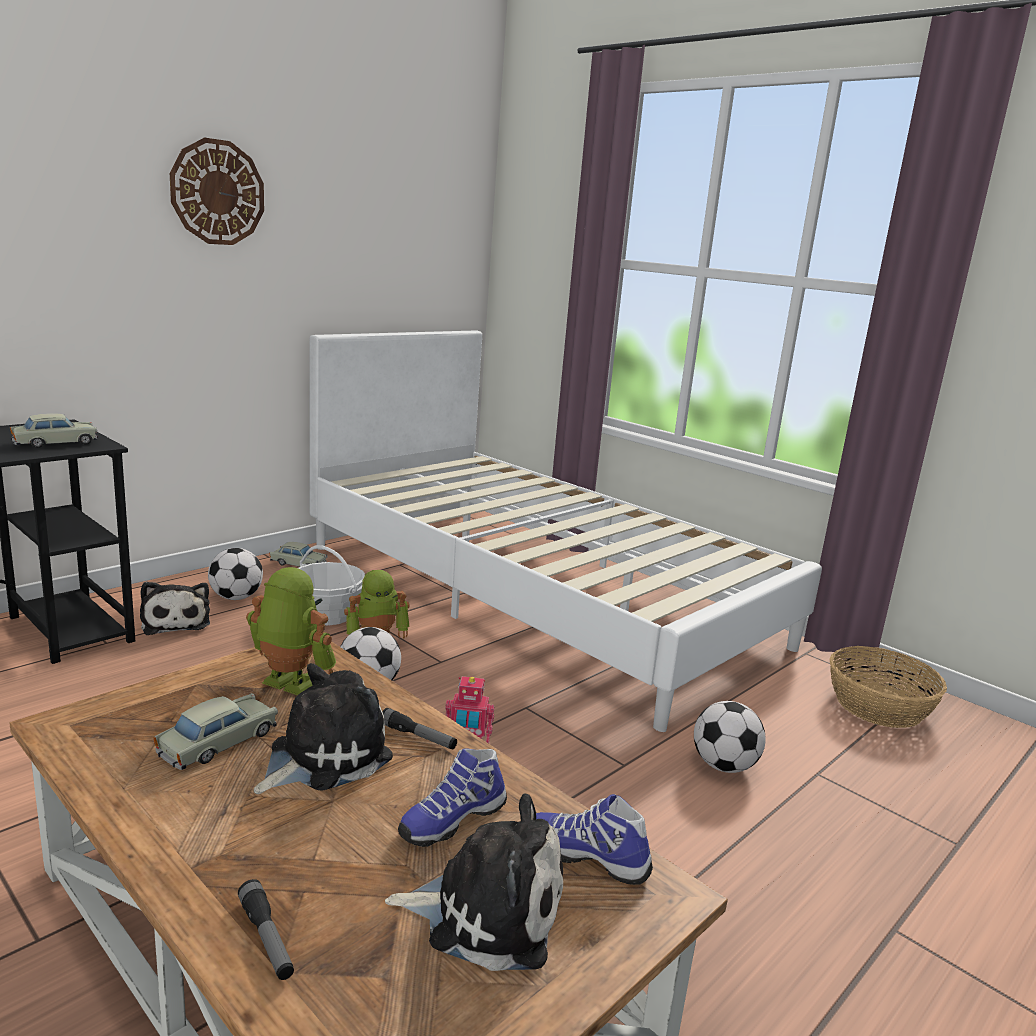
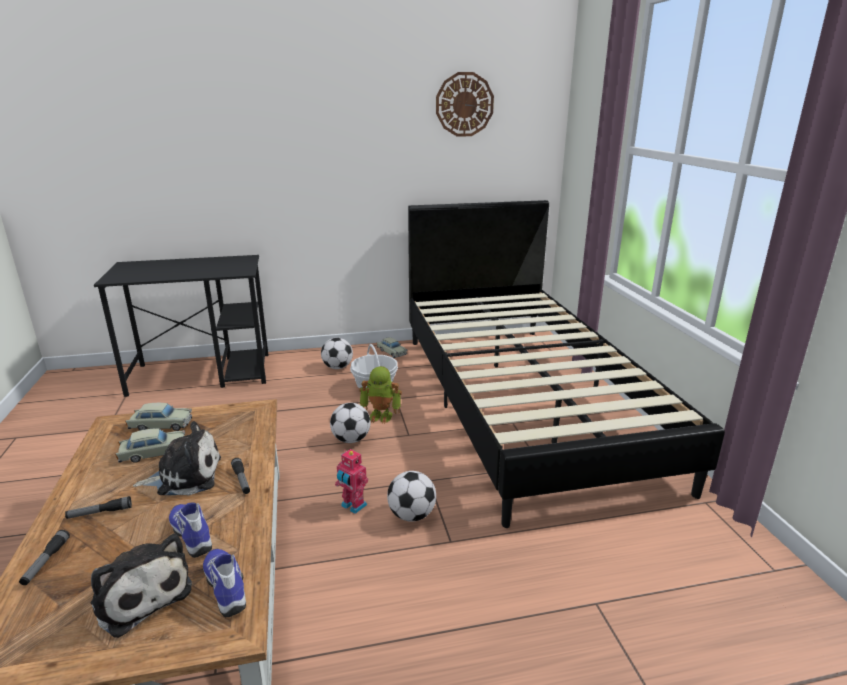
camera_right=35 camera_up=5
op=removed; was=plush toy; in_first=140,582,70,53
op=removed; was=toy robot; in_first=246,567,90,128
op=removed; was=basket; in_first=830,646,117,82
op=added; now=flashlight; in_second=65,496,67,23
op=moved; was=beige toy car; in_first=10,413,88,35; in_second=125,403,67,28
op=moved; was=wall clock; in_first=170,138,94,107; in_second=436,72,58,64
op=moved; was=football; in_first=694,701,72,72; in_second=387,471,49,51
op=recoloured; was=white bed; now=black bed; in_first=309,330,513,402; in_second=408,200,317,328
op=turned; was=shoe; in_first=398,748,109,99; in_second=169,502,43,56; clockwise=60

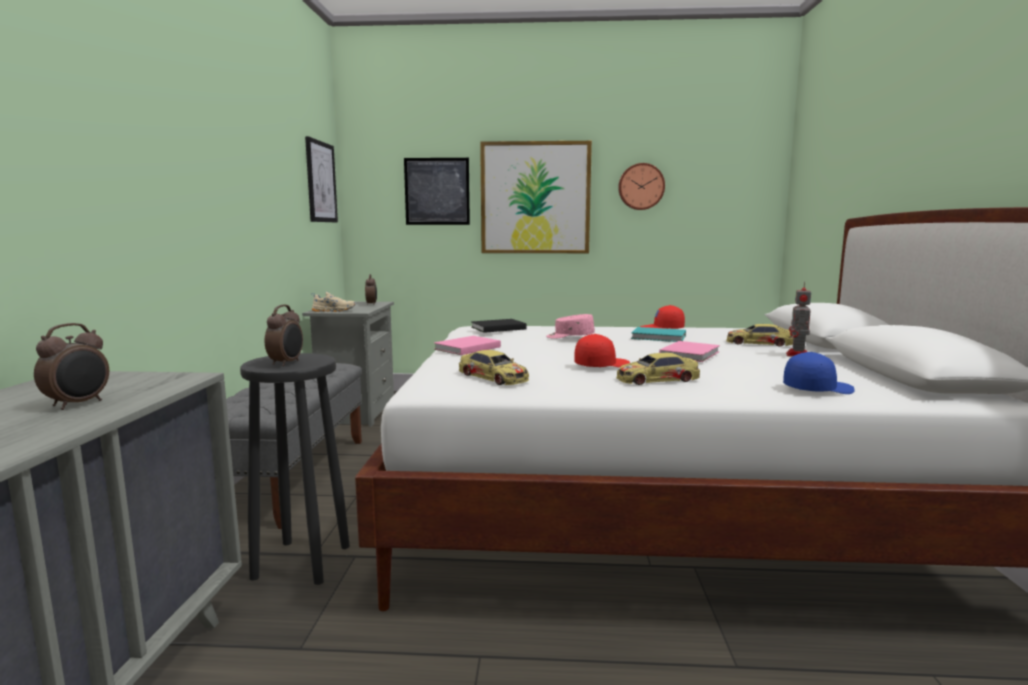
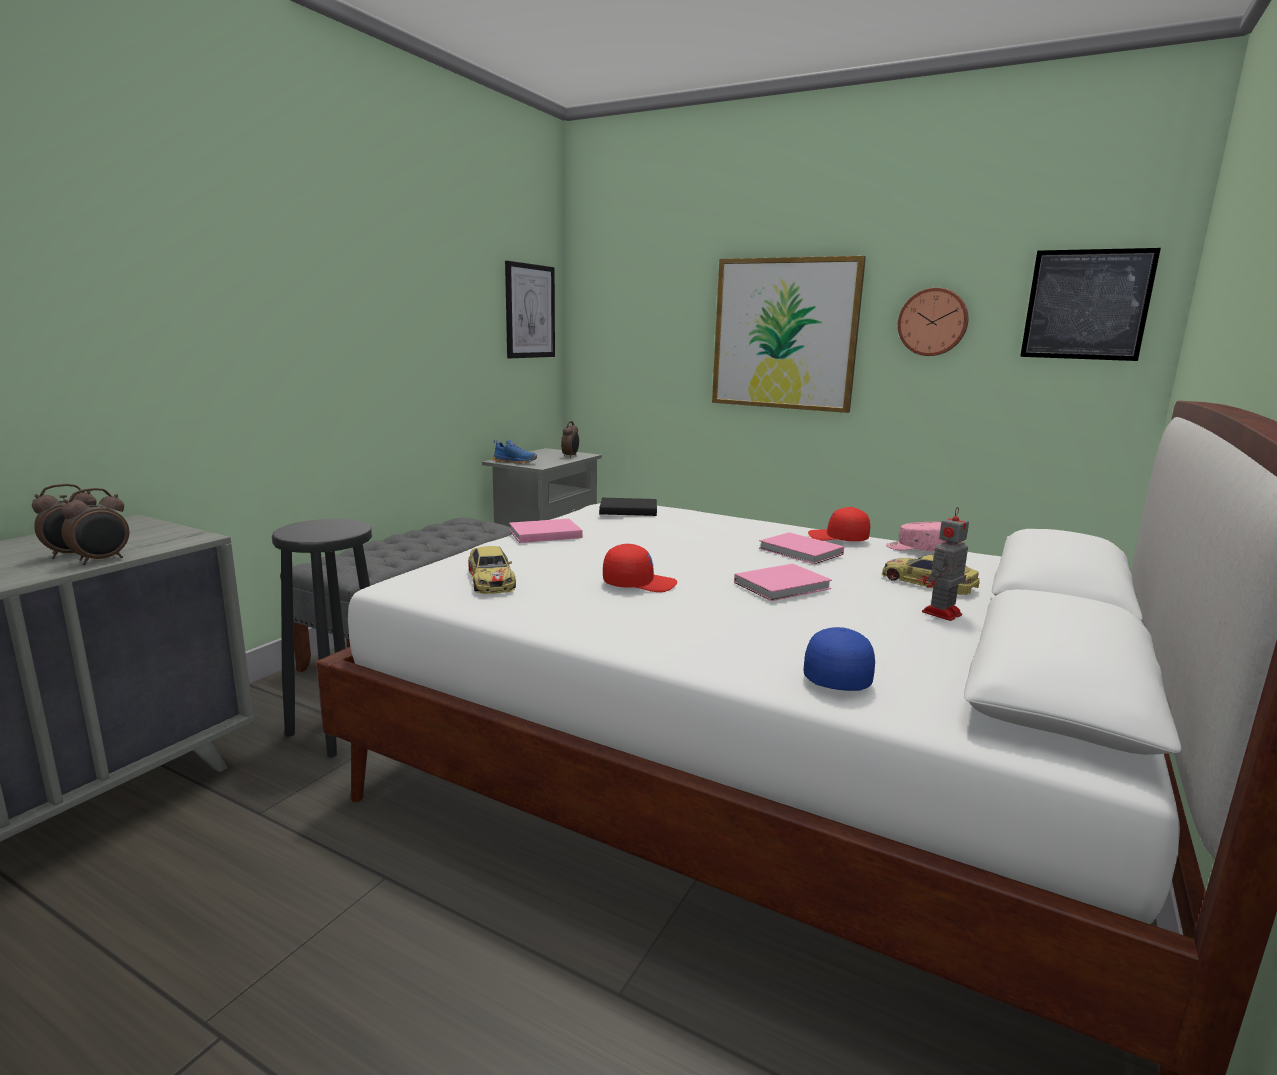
camera_right=25 camera_up=5
op=removed; was=toy car; in_first=616,353,84,32
op=moved; was=alarm clock; in_first=265,305,38,61; in_second=61,488,68,77
op=moved; was=picture; in_first=404,158,66,67; in_second=1020,248,141,113
op=moved; was=pink cap; in_first=546,314,49,25; in_second=886,522,60,30
op=recoloured; was=beige shoe; now=blue shoe; in_first=311,292,44,20; in_second=493,440,44,24
op=recoloured; was=turquoise book; now=pink book; in_first=631,327,55,15; in_second=759,532,85,32
op=turned; was=blue cap; in_first=783,352,72,42; in_second=804,627,71,64; clockwise=-90

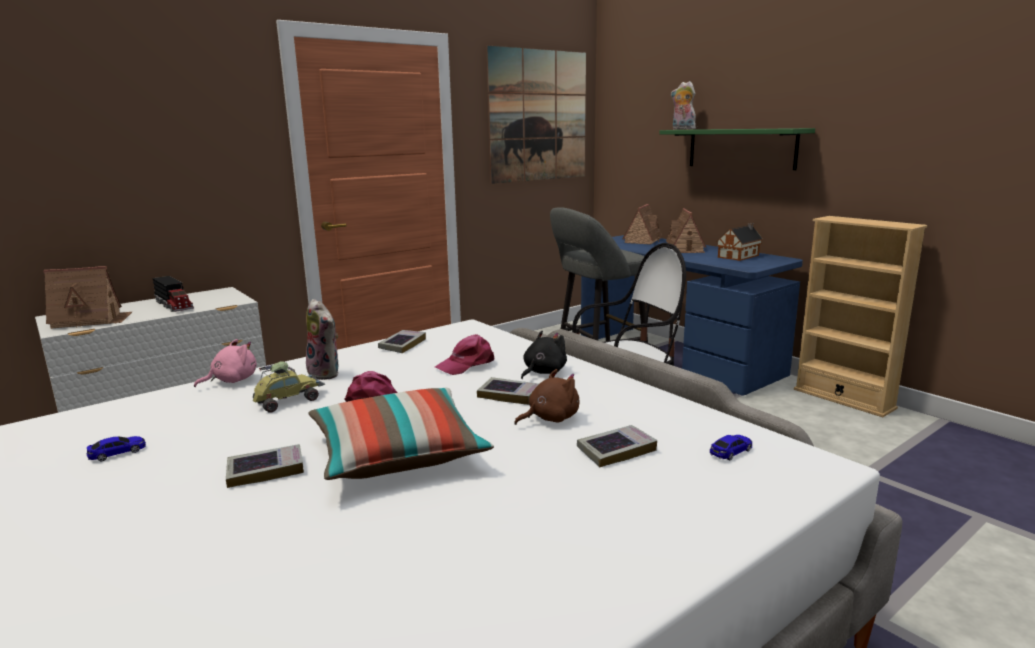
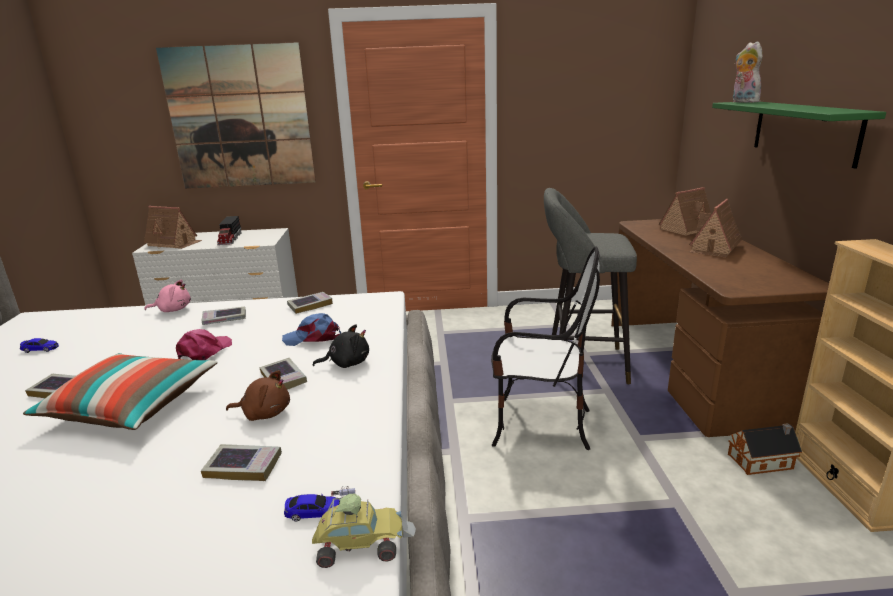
camera_right=35 camera_up=5
op=moved; was=toy car; in_first=253,361,72,52; in_second=312,486,104,82
op=moved; was=picture; in_first=486,45,100,139; in_second=156,42,160,147
op=moved; was=toy house; in_first=717,223,46,38; in_second=728,423,74,52
op=replaced; was=plush toy; now=book; in_first=306,299,32,81; in_second=202,307,44,18
op=recoloured; was=pink cap; now=blue cap; in_first=435,334,59,41; in_second=282,313,59,33
op=recoloured; was=blue desk; now=brown desk; in_first=581,235,222,161; in_second=611,219,218,218

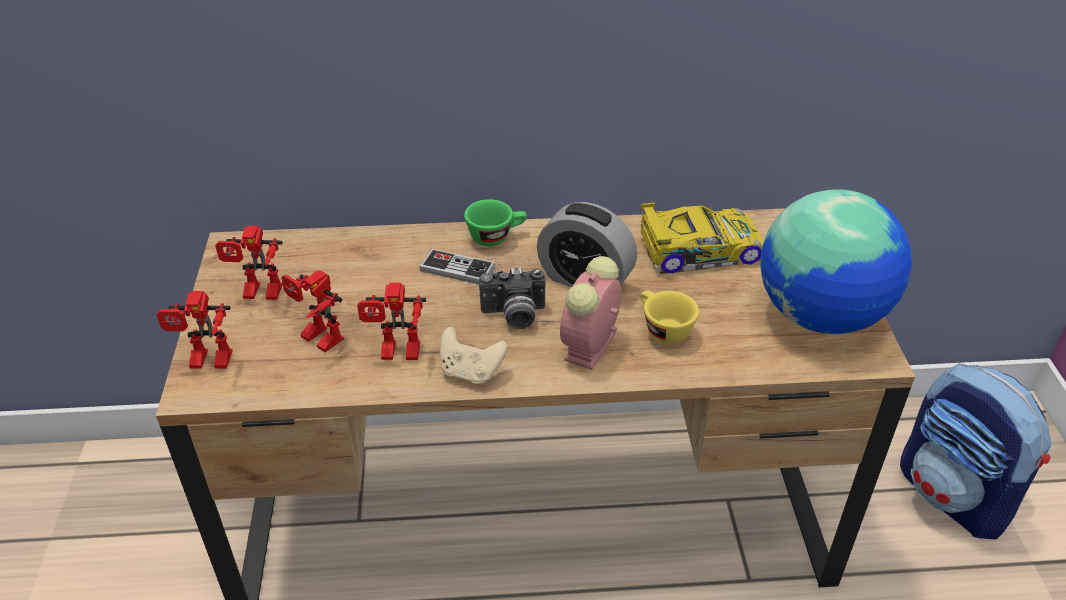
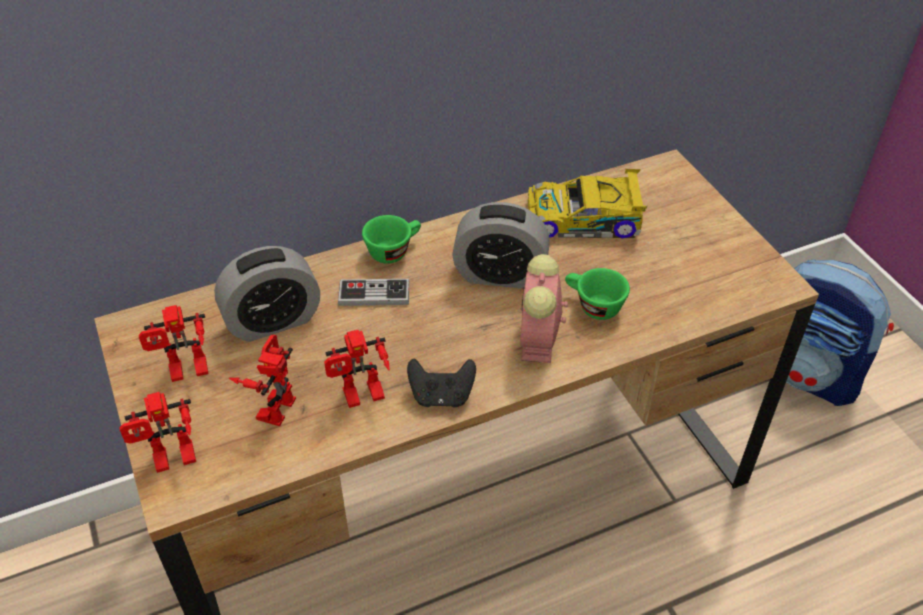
camera_right=-20 camera_up=5
op=removed; was=photo camera; in_first=479,267,66,62
op=removed; was=globe; in_first=760,189,152,145
op=added; now=alarm clock; in_second=214,246,106,96
op=recoloured; was=beige game controller; now=black game controller; in_first=440,327,68,57; in_second=407,358,69,50
op=recoloured; was=yellow cup; now=green cup; in_first=640,291,59,53; in_second=565,268,65,52
op=turned; was=toy robot; in_first=281,270,63,82; in_second=229,335,67,91; clockwise=90
op=turned; was=toy car; in_first=640,202,124,72; in_second=528,169,119,69; clockwise=-150

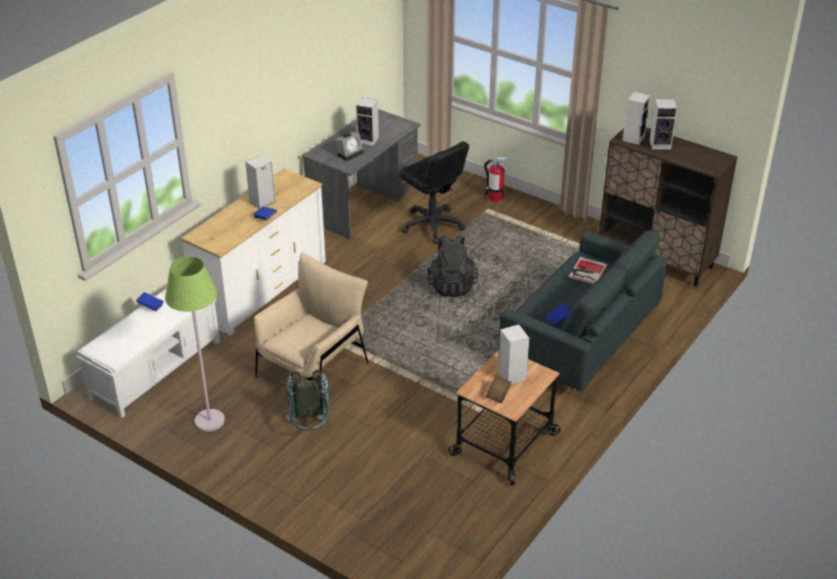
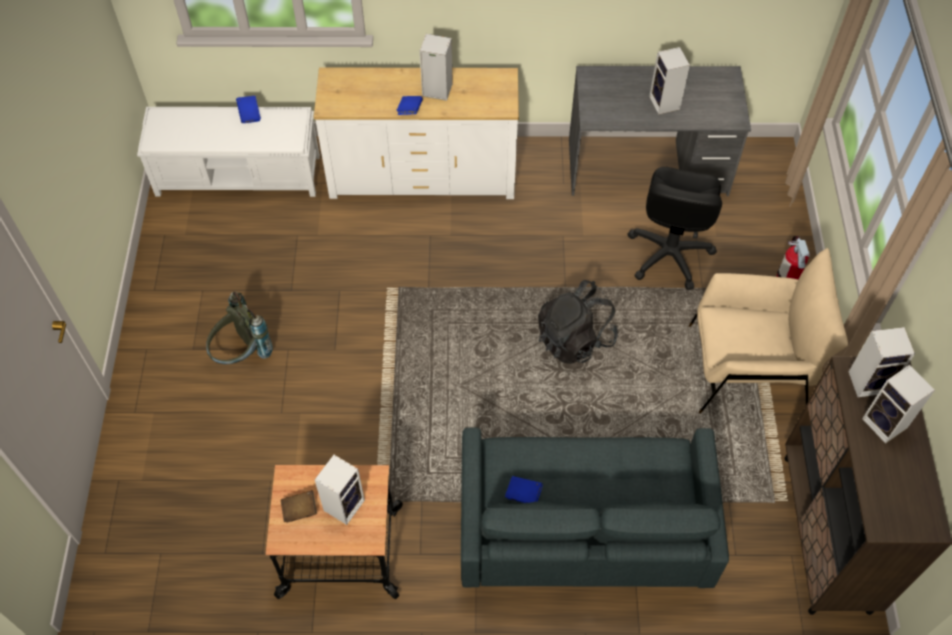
camera_right=55 camera_up=20
op=removed; was=green floor lamp; in_first=165,256,60,176
op=removed; was=alarm clock; in_first=335,132,29,29
op=removed; was=book; in_first=569,257,39,27
op=moved; was=beige armchair; in_first=254,252,115,129; in_second=689,248,159,165

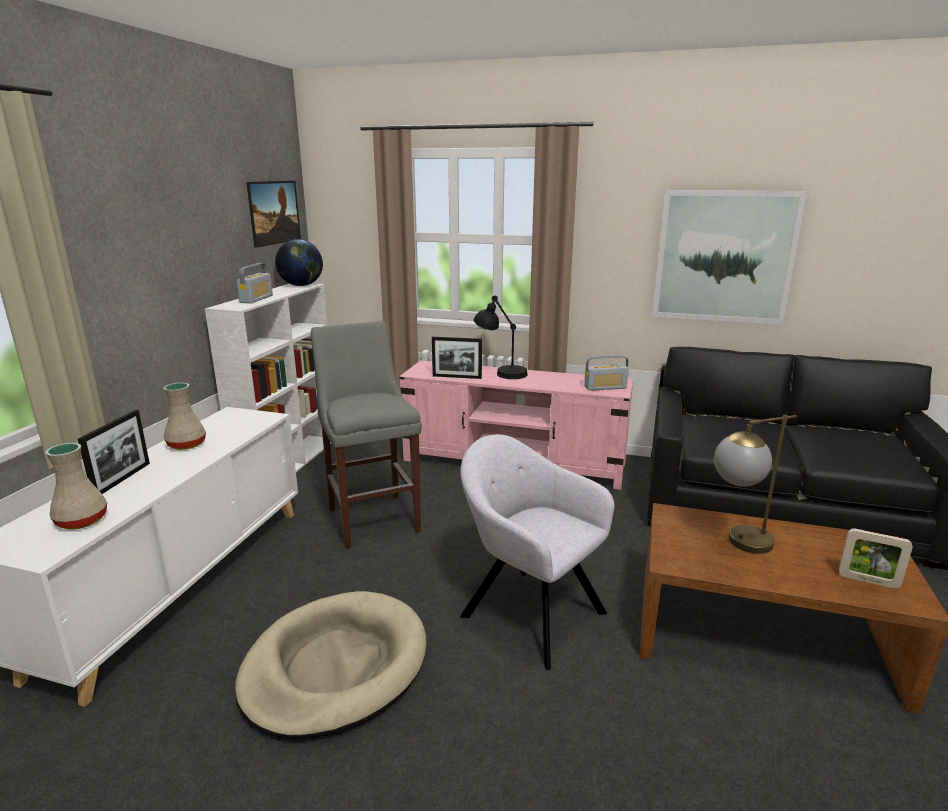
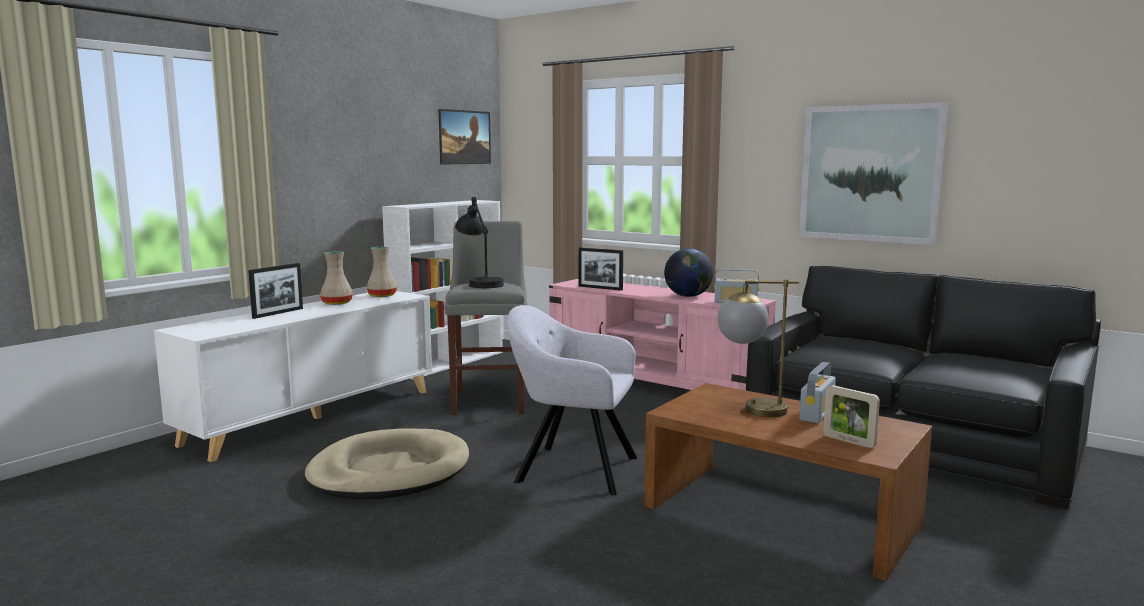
camera_right=20 camera_up=-10
op=moved; was=beige vase; in_first=45,443,62,87; in_second=367,247,30,50
op=moved; was=radio; in_first=237,263,36,40; in_second=799,362,37,61
op=moved; was=globe; in_first=275,239,48,47; in_second=664,248,49,49
op=moved; was=black table lamp; in_first=474,295,54,84; in_second=455,197,49,91
op=turned; was=grey armchair; in_first=460,434,154,236; in_second=507,305,130,190; clockwise=-45

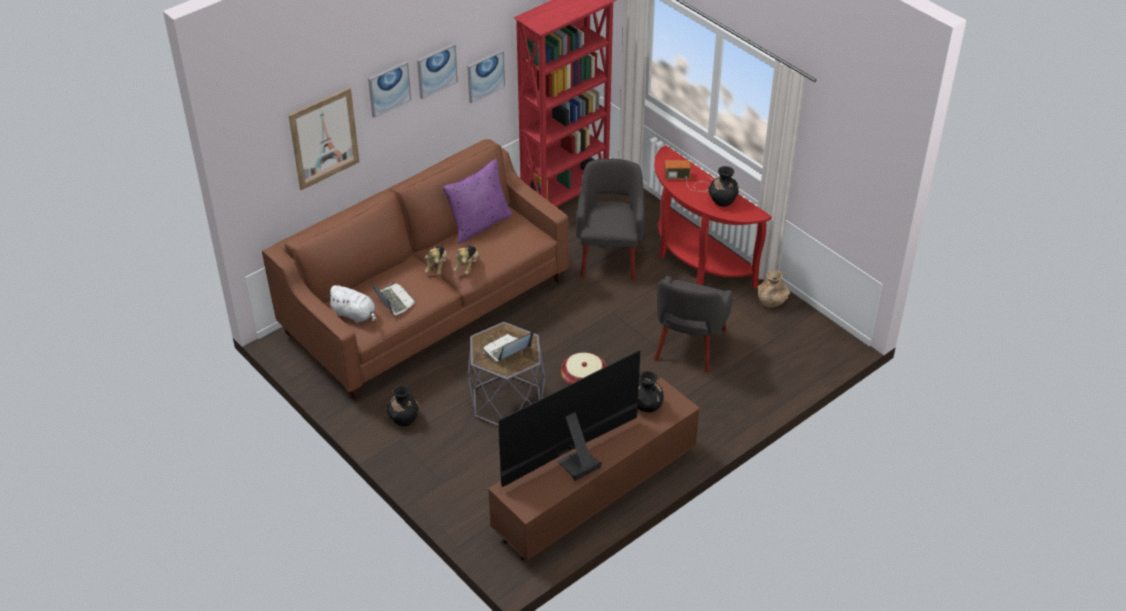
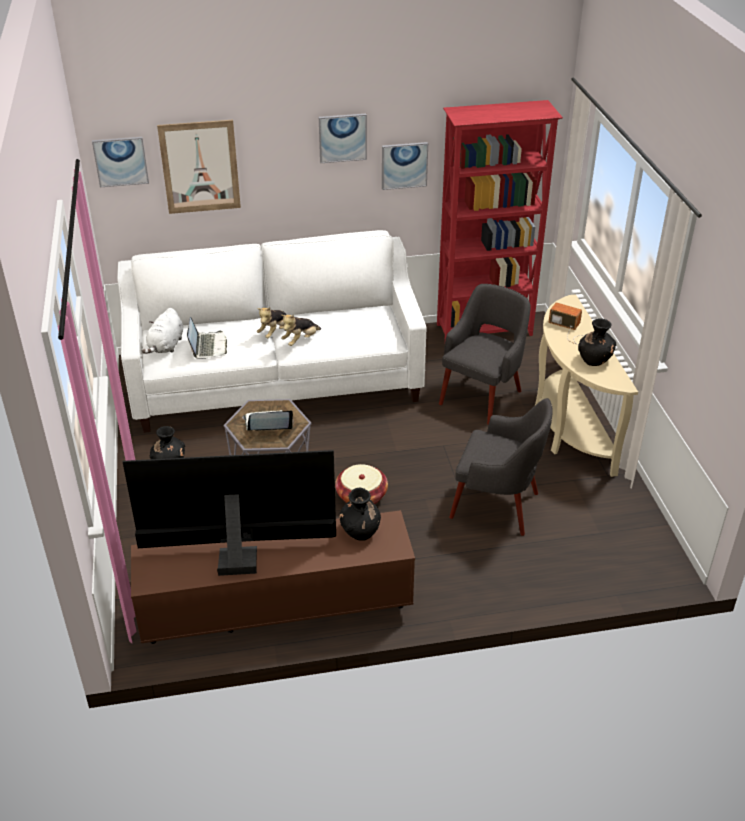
camera_right=30 camera_up=-5
op=removed; was=purple pillow; in_first=443,159,69,85
op=removed; was=brown vase; in_first=758,270,32,38
op=moved; was=picture; in_first=368,61,43,57; in_second=92,137,57,50
op=recoloured; was=brown sofa; now=white sofa; in_first=262,139,307,262; in_second=117,230,309,203
op=recoloured; was=red console table; now=beige console table; in_first=654,145,118,144; in_second=535,294,103,183
op=turned; was=white plush toy; in_first=327,285,49,38; in_second=142,308,41,46; clockwise=45
op=turned; was=grey armchair; in_first=654,276,78,97; in_second=449,398,104,138; clockwise=-120

